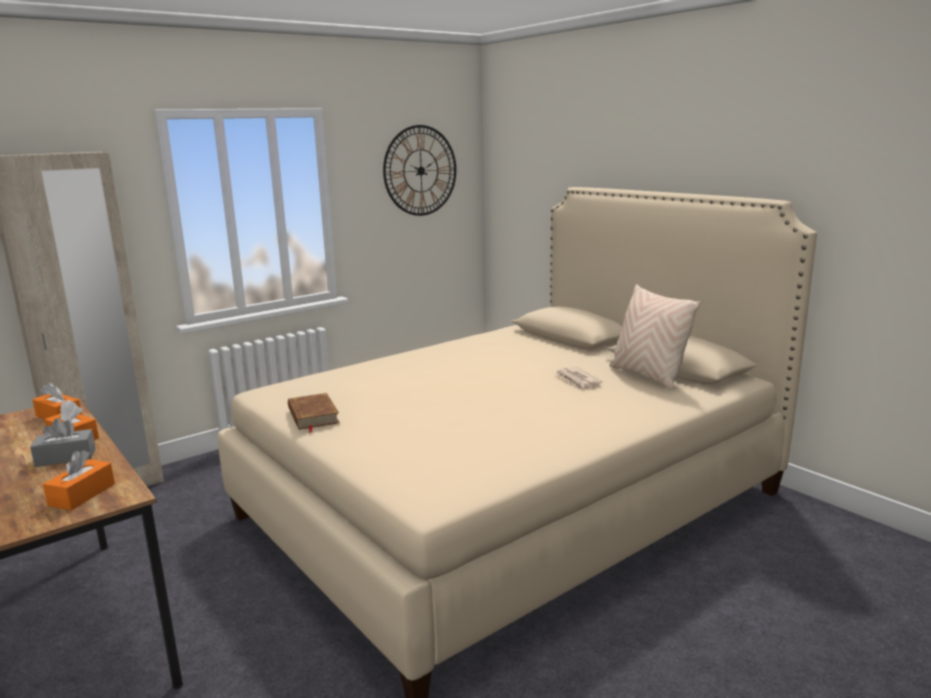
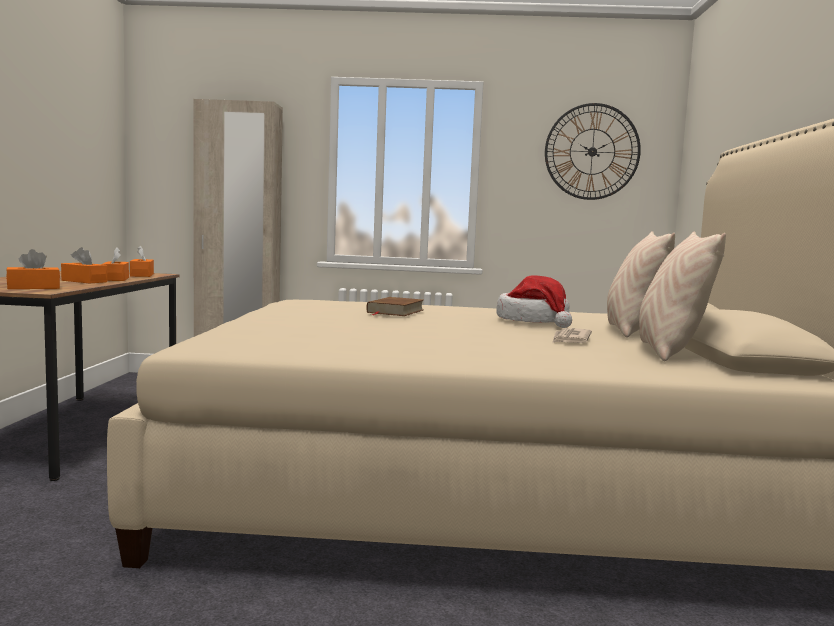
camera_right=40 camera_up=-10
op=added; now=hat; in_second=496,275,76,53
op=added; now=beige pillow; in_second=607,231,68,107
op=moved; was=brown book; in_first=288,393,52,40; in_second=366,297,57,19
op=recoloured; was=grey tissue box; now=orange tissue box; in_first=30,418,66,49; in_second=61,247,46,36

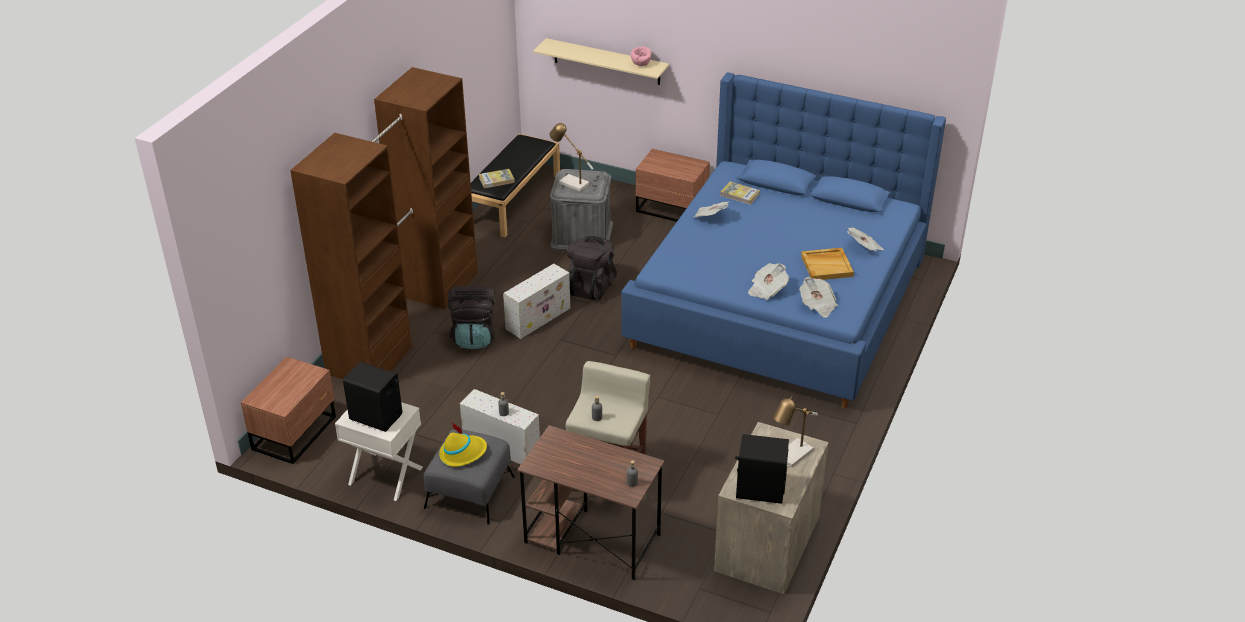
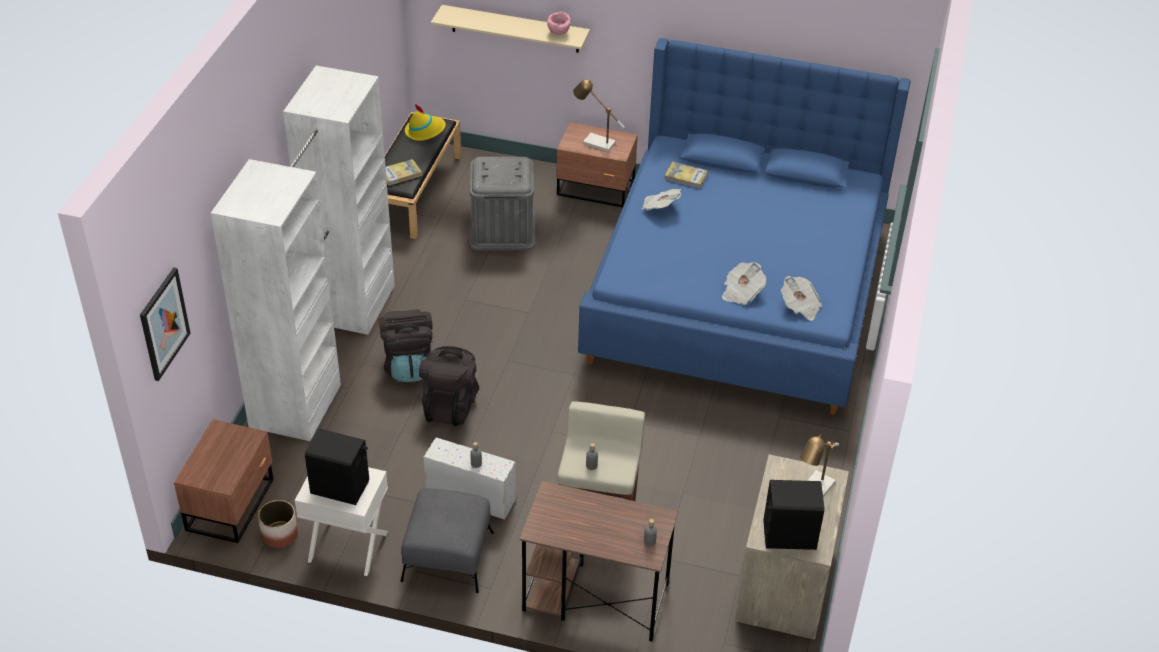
camera_right=-10 camera_up=5
op=removed; was=white storage box; in_first=503,264,67,75
op=removed; was=beige tray; in_first=801,248,53,32
op=removed; was=newspaper; in_first=847,227,37,24
op=added; now=picture; in_second=140,267,51,114
op=added; now=planter; in_second=258,500,40,48
op=moved; was=yellow hat; in_first=439,422,48,45; in_second=405,103,41,38
op=moved; was=table lamp; in_first=549,123,45,68; in_second=573,79,51,73
op=moved; was=black backpack; in_first=567,236,50,65; in_second=419,346,60,80
op=recoloured; was=brown wardrobe; now=white wardrobe; in_first=290,67,188,312; in_second=211,65,184,376

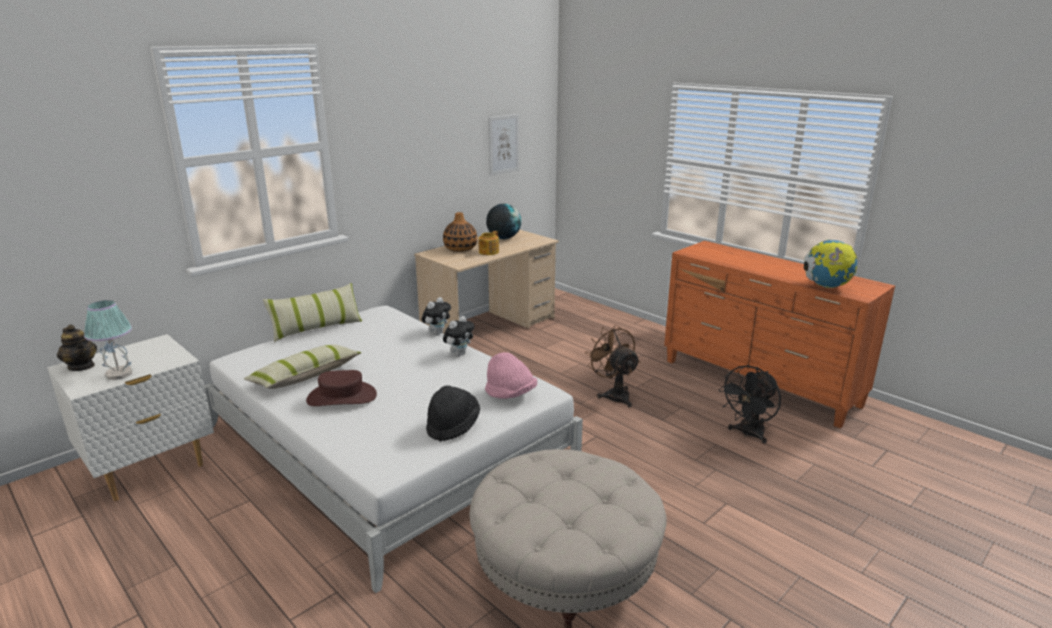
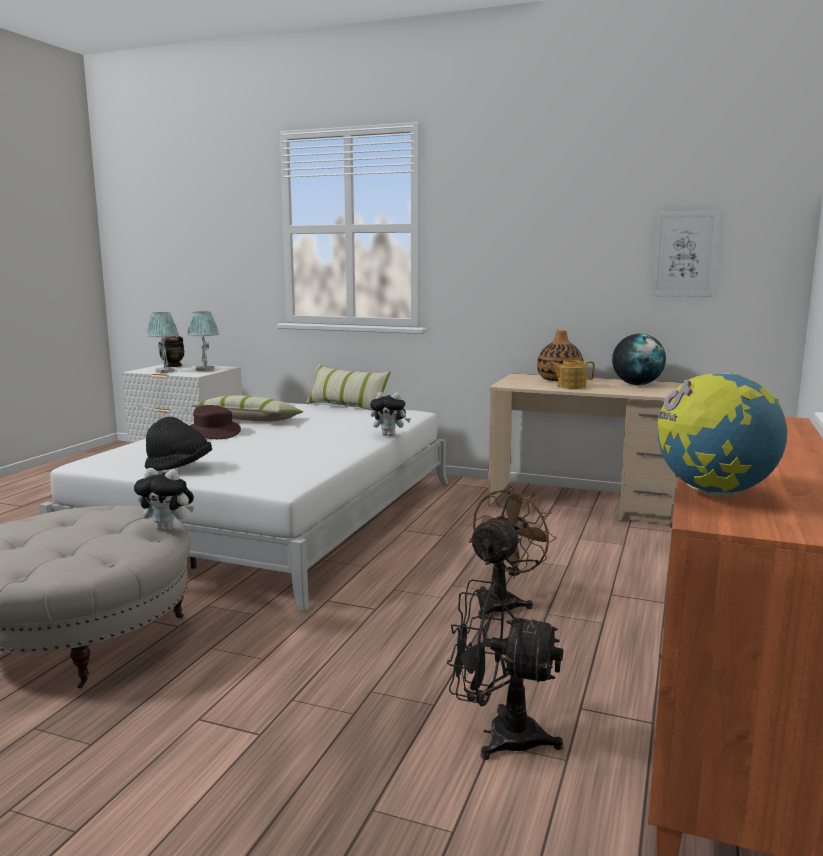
camera_right=65 camera_up=-10
op=removed; was=pink hat; in_first=485,352,52,47
op=added; now=table lamp; in_second=187,311,32,60
op=moved; was=plush toy; in_first=443,316,32,40; in_second=134,468,60,63

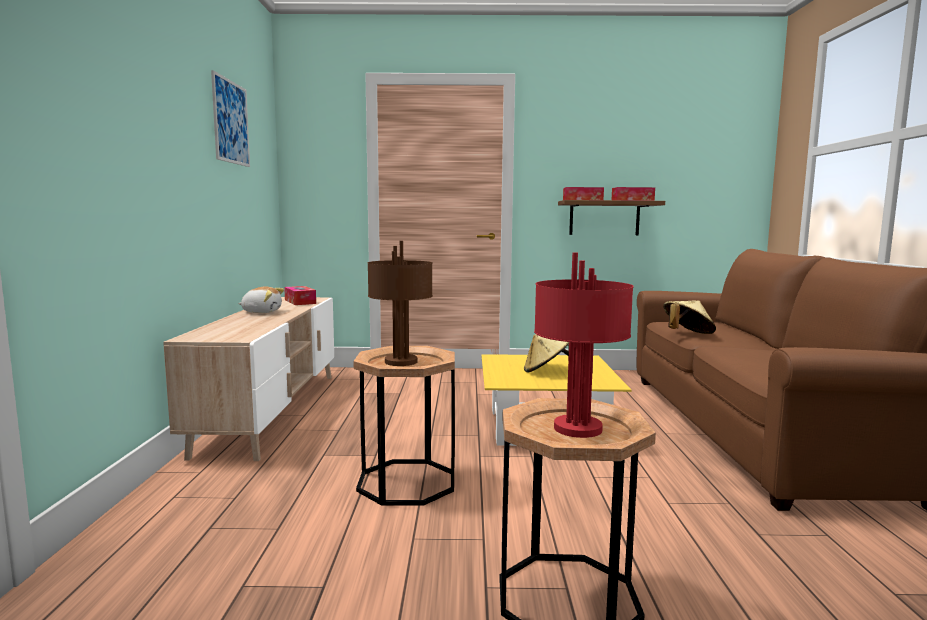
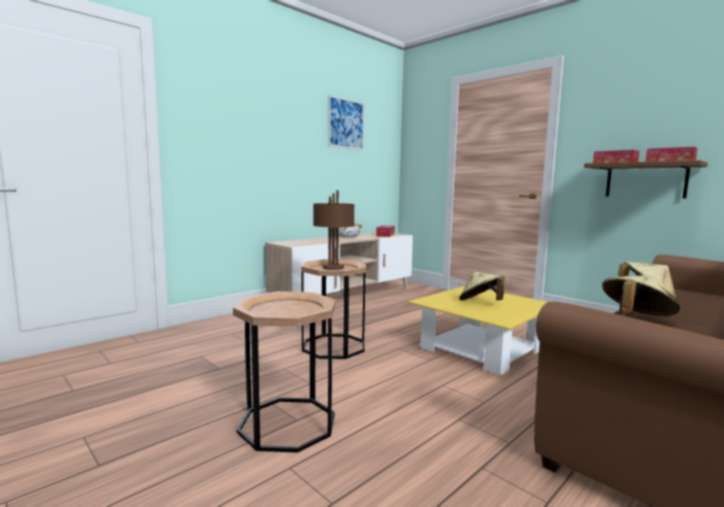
camera_right=45 camera_up=0
op=removed; was=red table lamp; in_first=534,252,100,186
op=added; now=beige hat; in_second=602,275,78,41

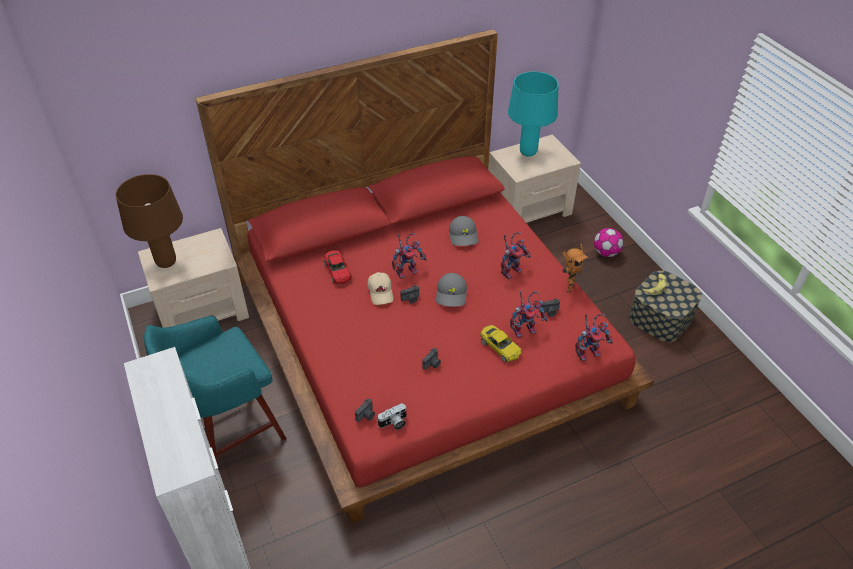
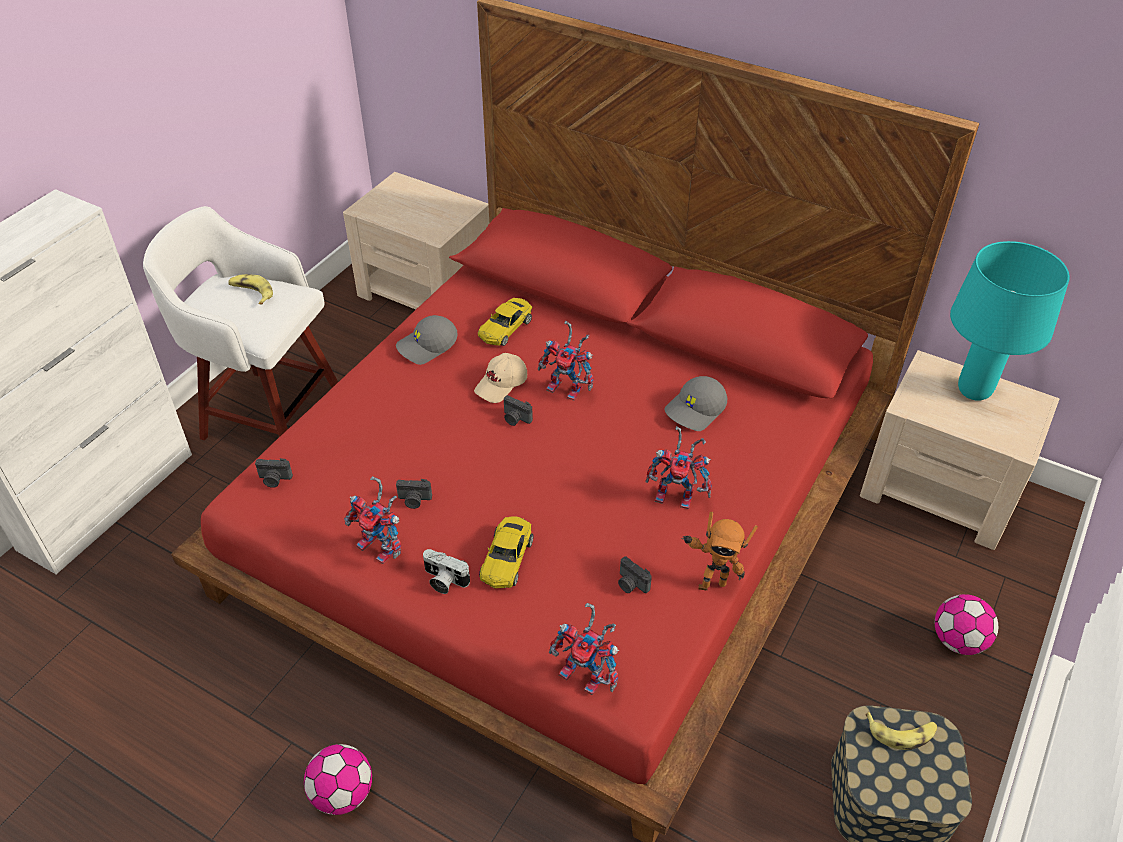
camera_right=55 camera_up=0
op=removed; was=brown table lamp; in_first=116,174,67,94
op=added; now=banana; in_second=228,274,45,31
op=added; now=football; in_second=304,744,68,71
op=moved; was=photo camera; in_first=377,403,29,27; in_second=423,549,47,45
op=moved; was=grey cap; in_first=436,273,31,34; in_second=396,315,62,50
op=moved; was=toy robot; in_first=510,291,37,47; in_second=344,476,57,88
op=recoloured; was=turquoise stool; now=white stool; in_first=144,316,143,149; in_second=143,206,195,234
op=recoloured; was=red toy car; now=yellow toy car; in_first=324,250,28,34; in_second=478,298,54,48

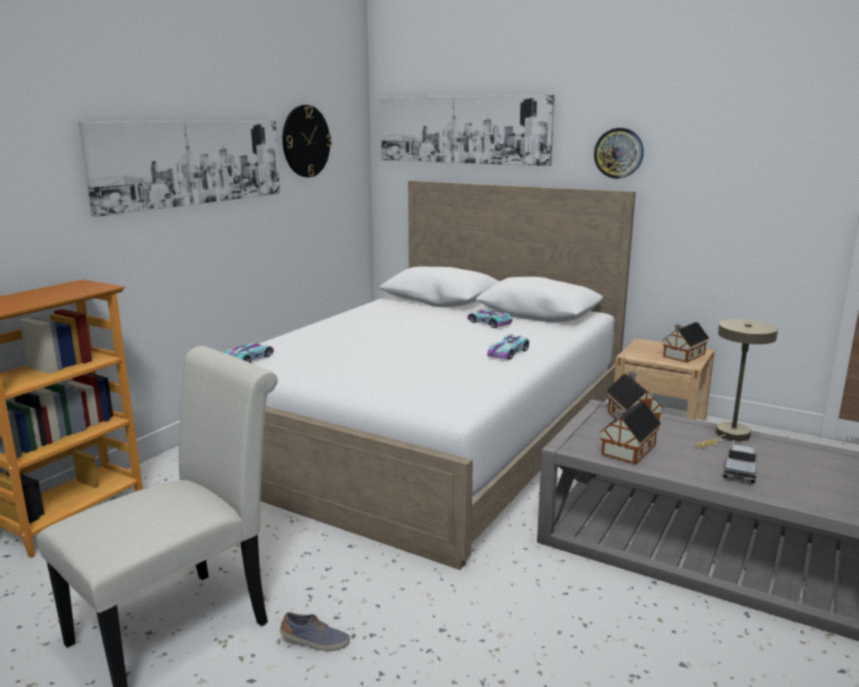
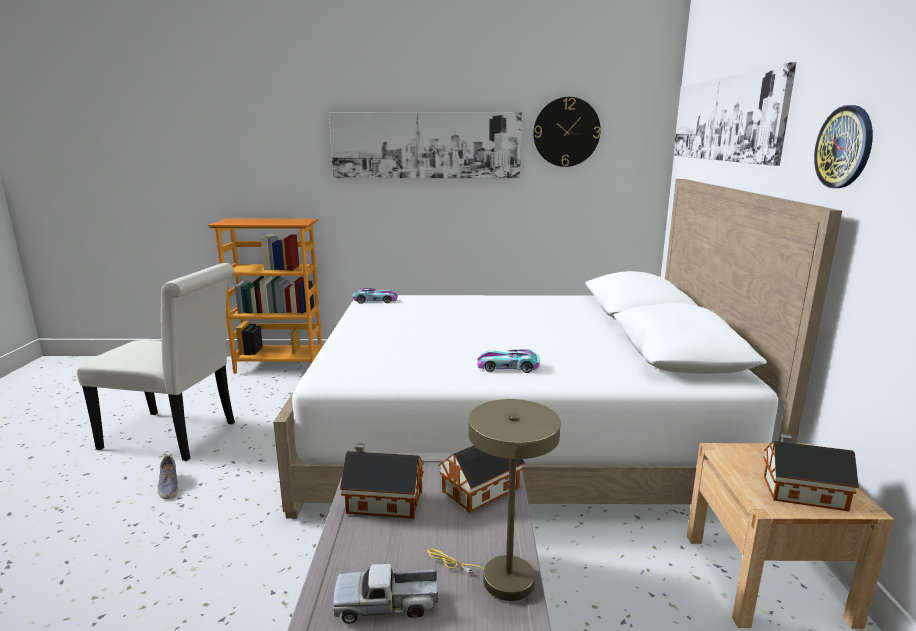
camera_right=60 camera_up=0
op=removed; was=toy car; in_first=467,310,45,18

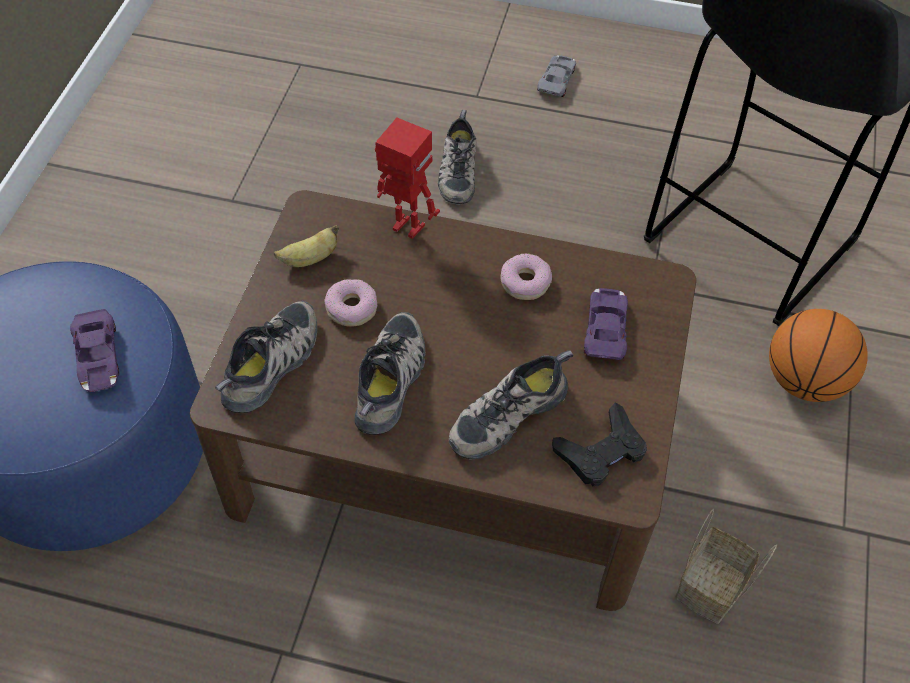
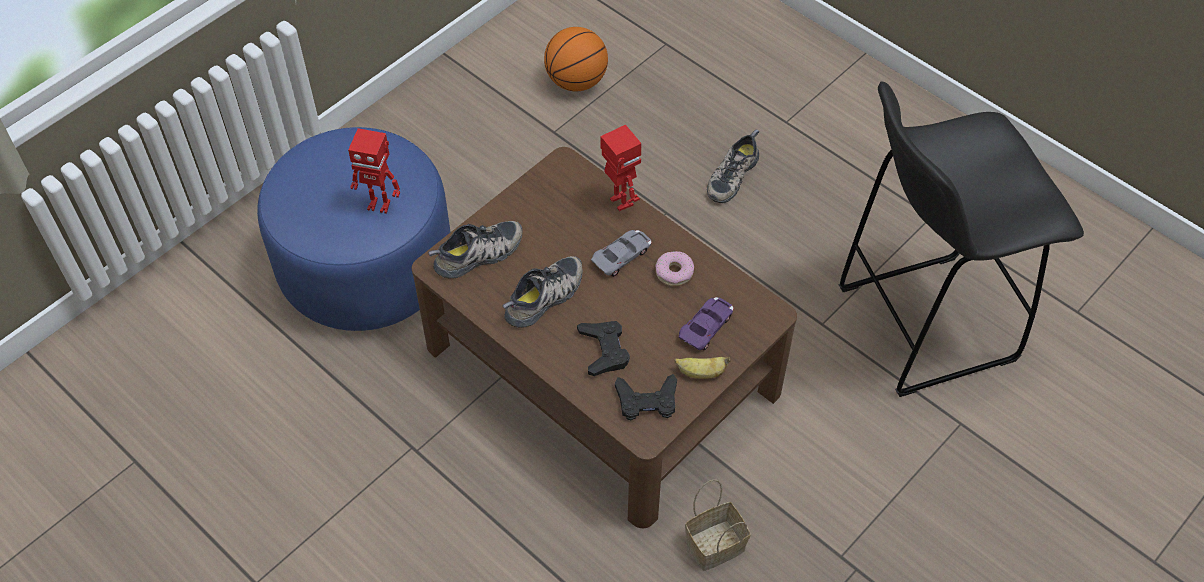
camera_right=30 camera_up=0
op=removed; was=donut; in_first=324,279,53,48
op=moved; was=banana; in_first=274,225,65,42; in_second=674,357,57,22
op=moved; was=grey toy car; in_first=537,55,39,42; in_second=591,230,61,47
op=moved; was=basketball; in_first=769,309,99,93; in_second=544,27,64,64
op=replaced; was=purple toy car; now=toy robot; in_first=70,309,49,83; in_second=348,128,52,86
op=replaced; was=shoe; now=black game controller; in_first=449,350,125,110; in_second=577,321,53,55

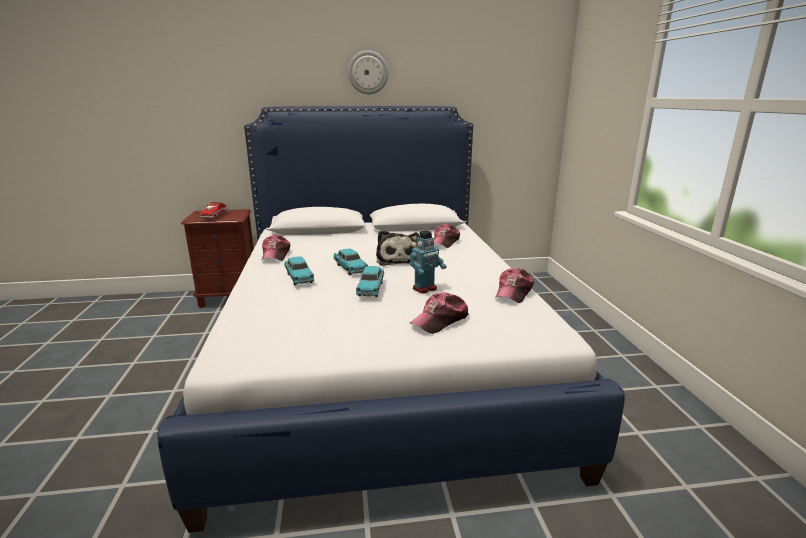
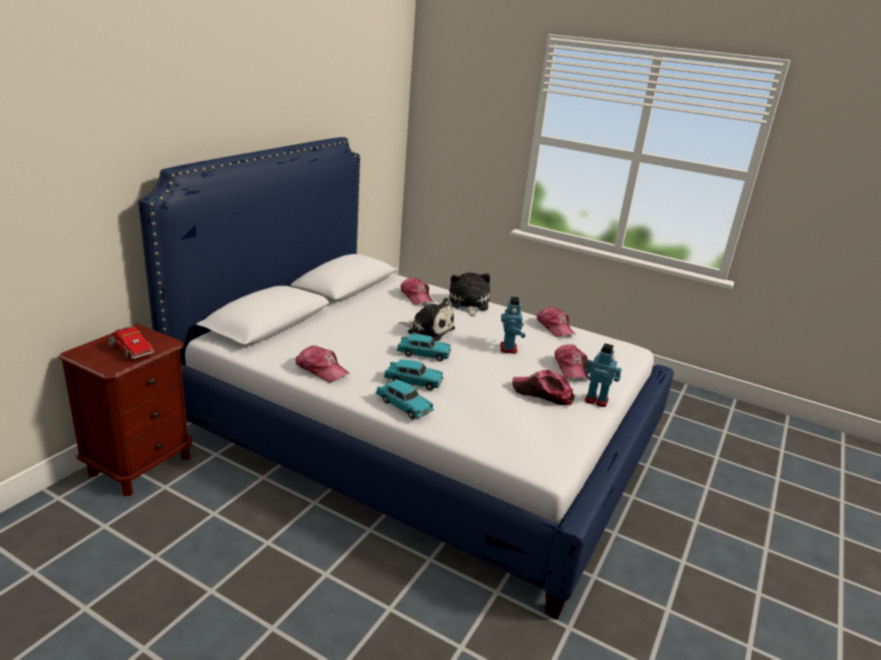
camera_right=-55 camera_up=5
op=removed; was=wall clock; in_first=348,50,41,44
op=added; now=plush toy; in_second=449,273,41,44
op=added; now=cap; in_second=512,370,63,36
op=added; now=toy robot; in_second=585,343,37,64
op=moved; was=turquoise toy car; in_first=356,266,28,31; in_second=376,380,58,39

